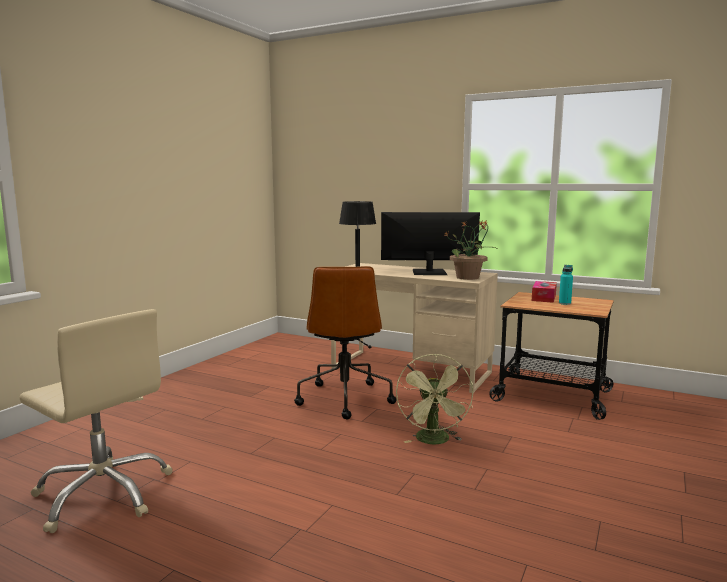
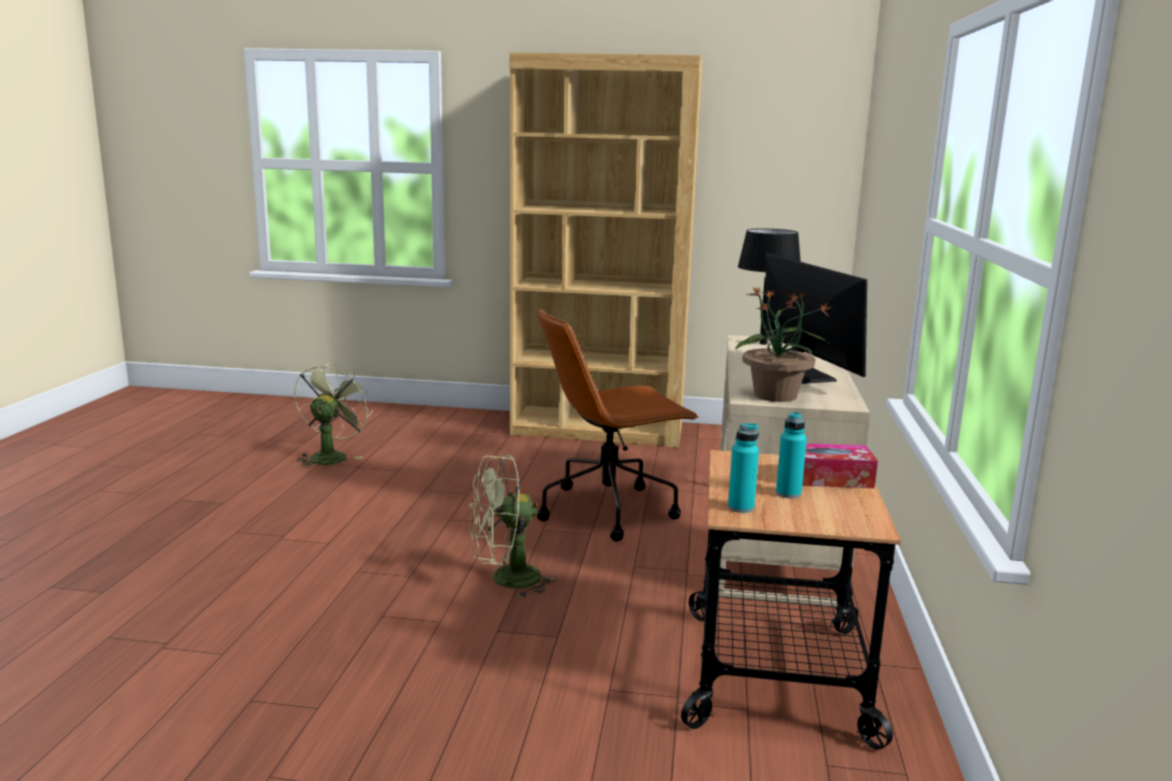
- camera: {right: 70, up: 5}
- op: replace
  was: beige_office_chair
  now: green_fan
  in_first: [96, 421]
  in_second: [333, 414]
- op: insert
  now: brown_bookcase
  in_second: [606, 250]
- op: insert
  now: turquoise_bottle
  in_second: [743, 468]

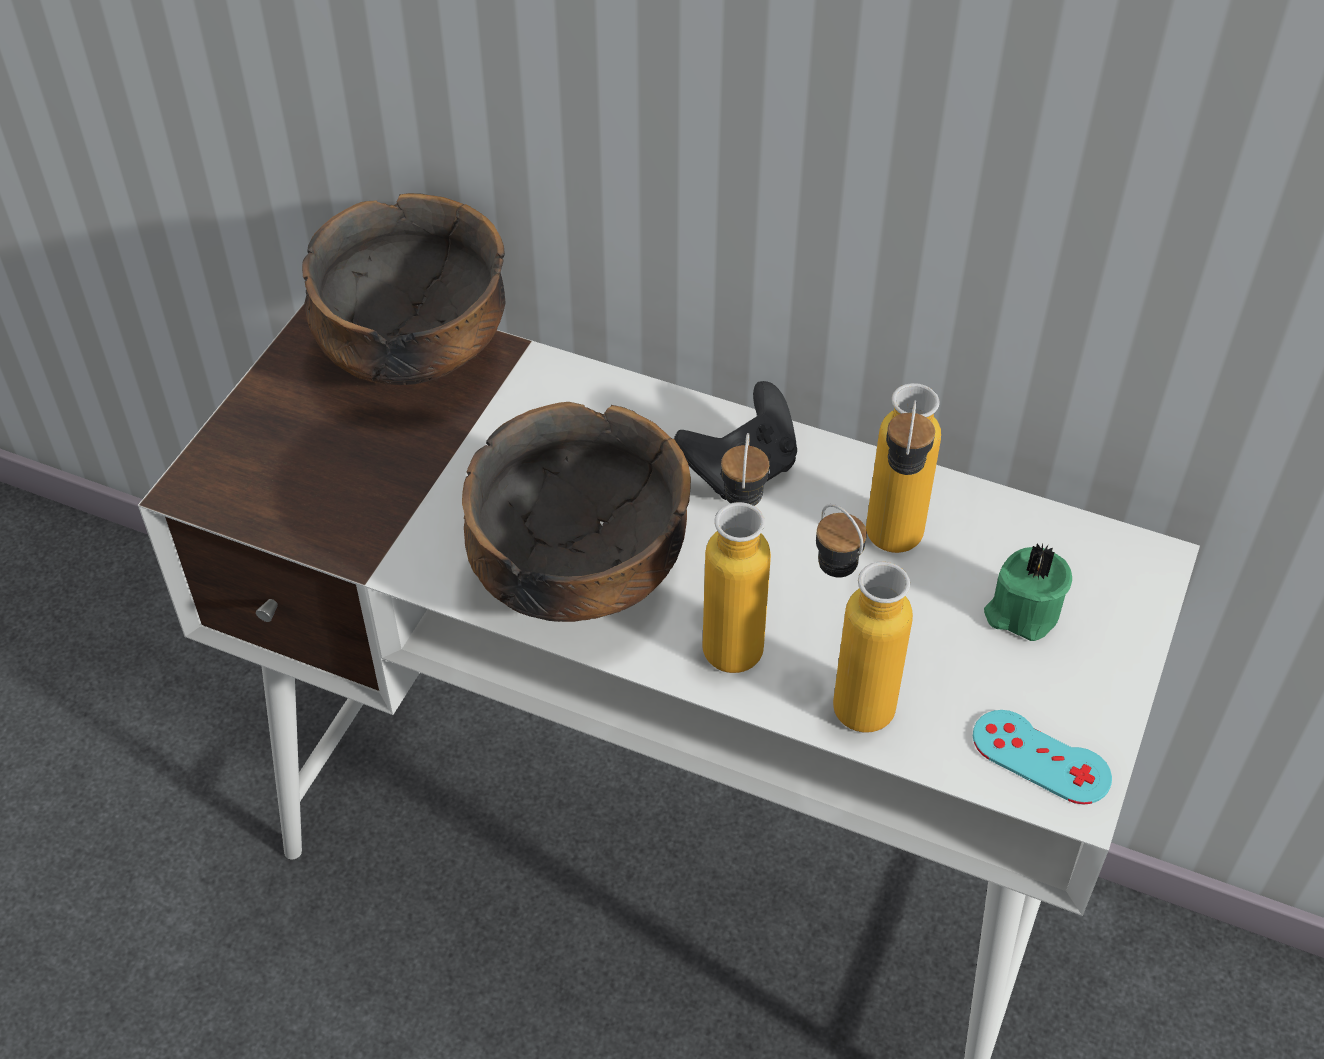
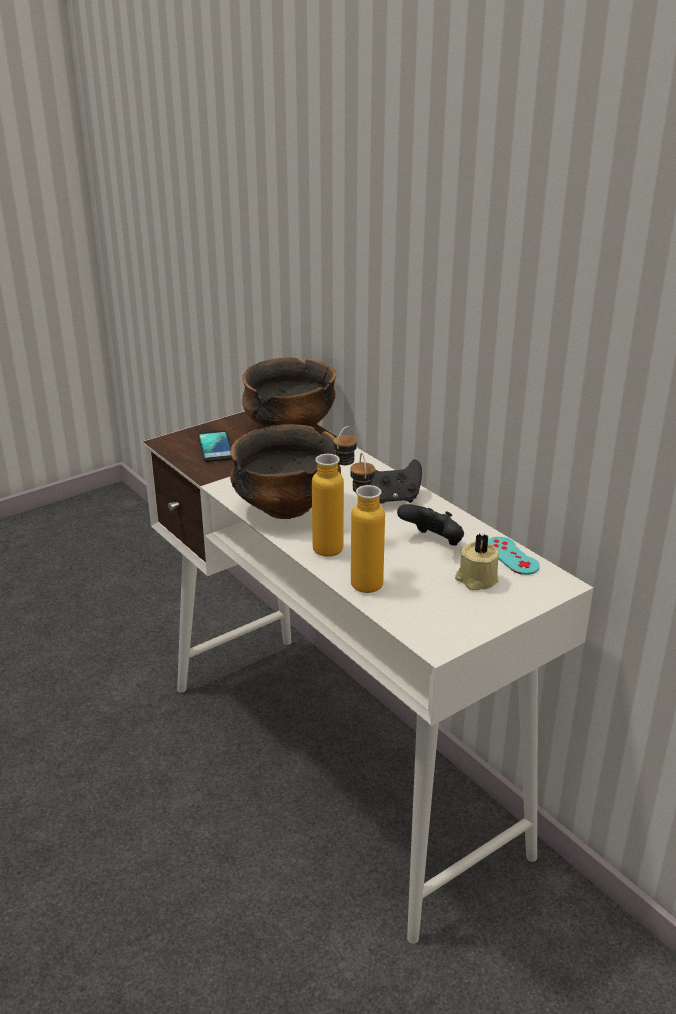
- camera: {right: 30, up: -20}
- op: replace
  was: bottle
  now: black_game_controller
  in_first: [903, 468]
  in_second: [430, 525]
- op: recolor
  was: green_candle
  now: beige_candle
  in_first: [1028, 592]
  in_second: [477, 562]
- op: move
  was: turquoise_game_controller
  in_first: [1042, 757]
  in_second: [514, 556]
- op: insert
  now: phone
  in_second: [215, 446]

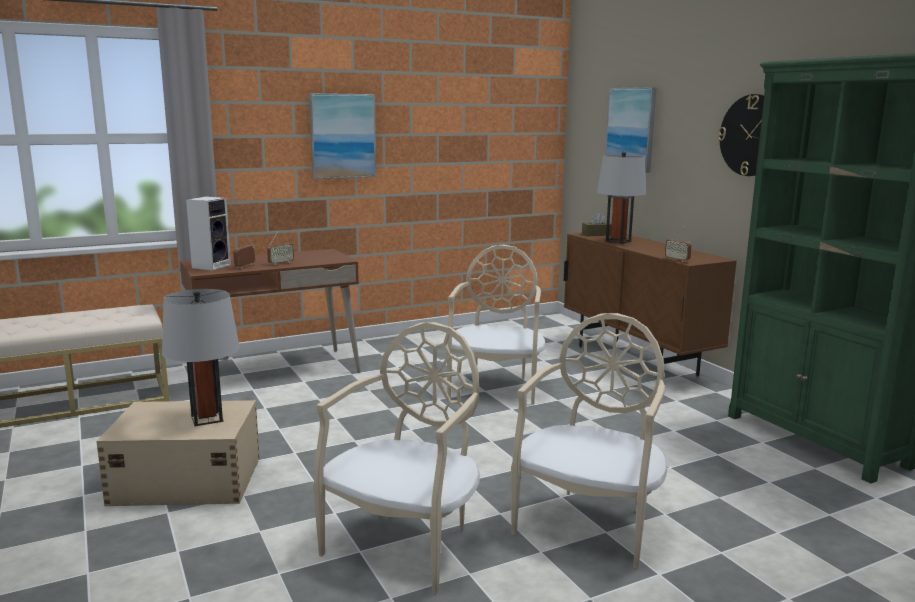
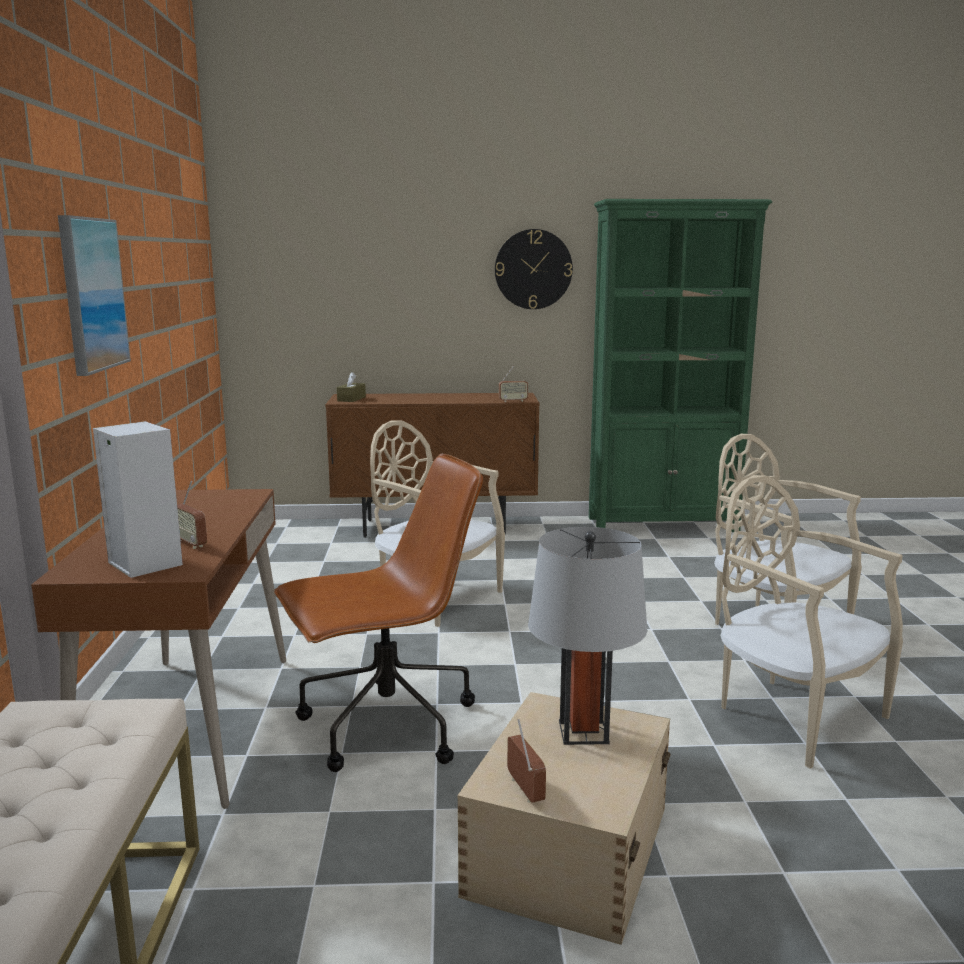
- camera: {right: -65, up: 0}
- op: delete
  was: picture
  in_first: [631, 130]
- op: delete
  was: grey_table_lamp
  in_first: [621, 197]
- op: move
  was: radio
  in_first: [280, 247]
  in_second: [526, 761]
- op: insert
  now: brown_office_chair
  in_second: [378, 613]

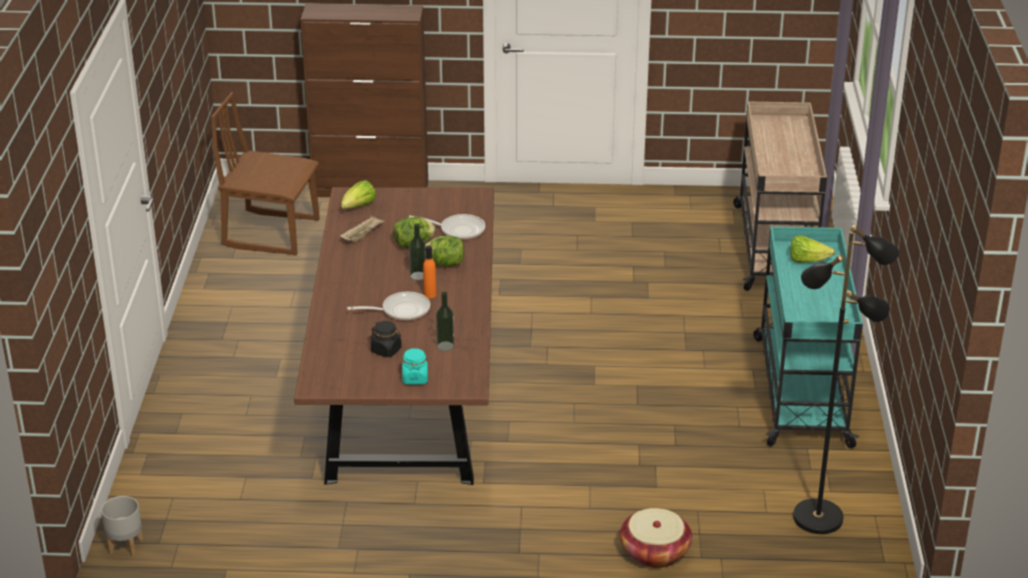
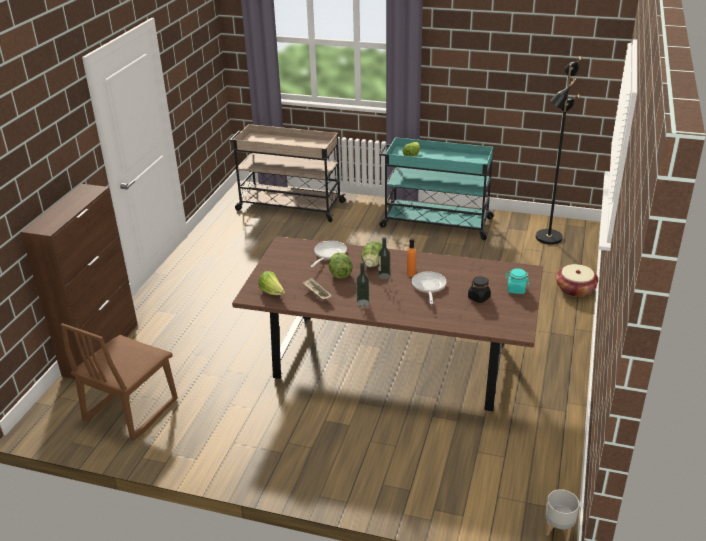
- camera: {right: -75, up: 0}
- op: move
  was: bottle
  in_first: [445, 321]
  in_second: [362, 285]

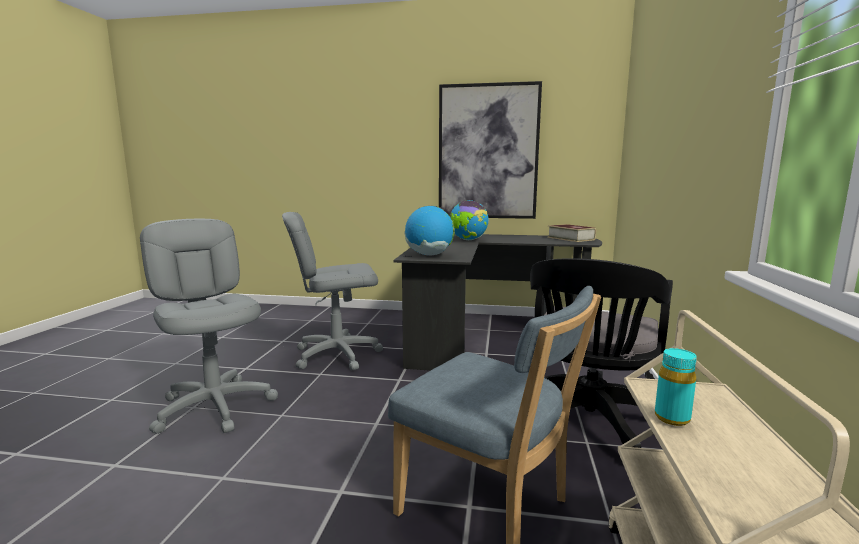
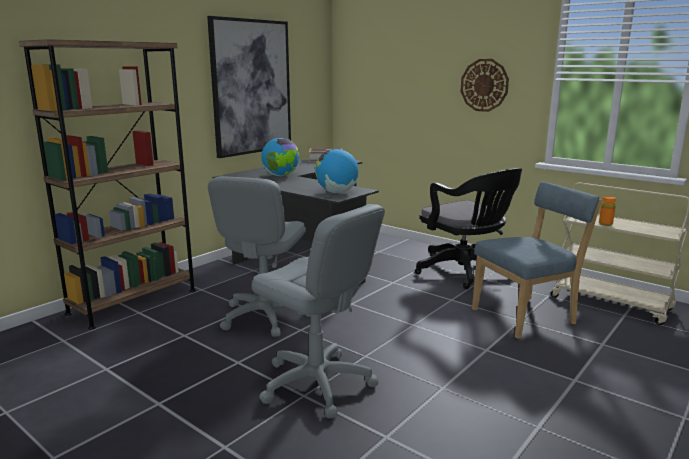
- camera: {right: -60, up: 5}
- op: rotate
  was: grey_office_chair
  in_first: [209, 326]
  in_second: [318, 311]
  clockwise: -135
- op: recolor
  was: turquoise_bottle
  now: orange_bottle
  in_first: [676, 387]
  in_second: [607, 211]
- op: insert
  now: brown_bookcase
  in_second: [107, 184]
- op: insert
  now: wall_clock
  in_second: [485, 85]

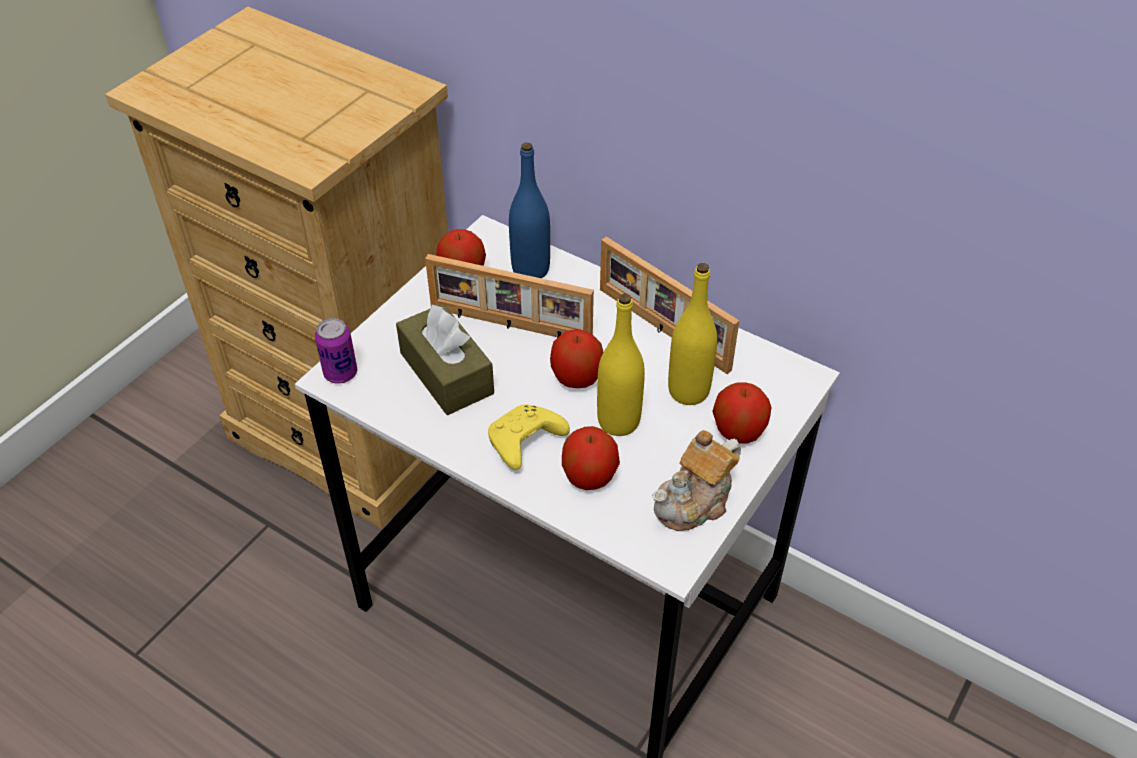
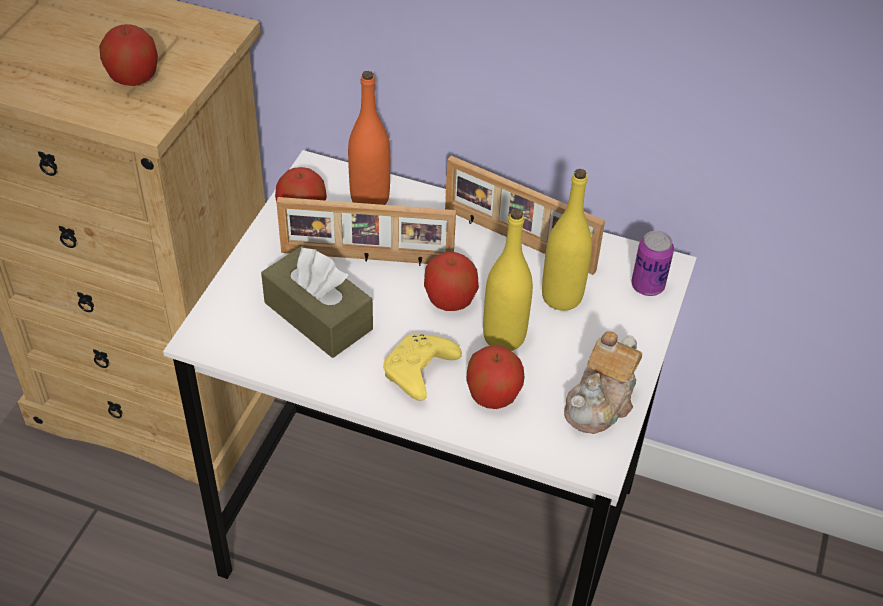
- camera: {right: -15, up: 0}
- op: recolor
  was: blue_bottle
  now: orange_bottle
  in_first: [529, 210]
  in_second: [369, 138]
- op: move
  was: can
  in_first: [336, 351]
  in_second: [652, 263]
- op: move
  was: apple
  in_first: [741, 413]
  in_second: [128, 55]

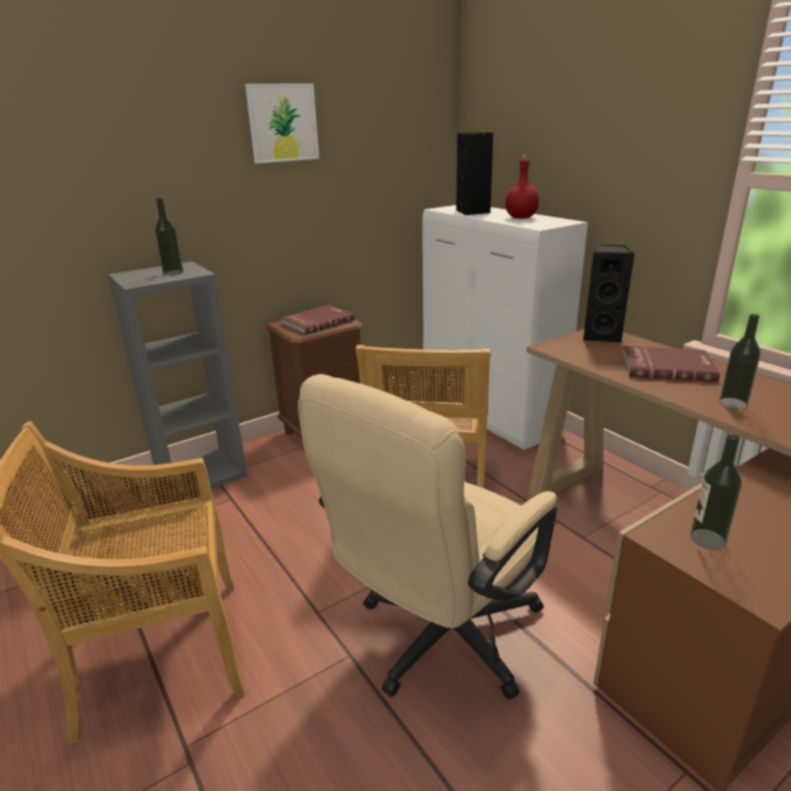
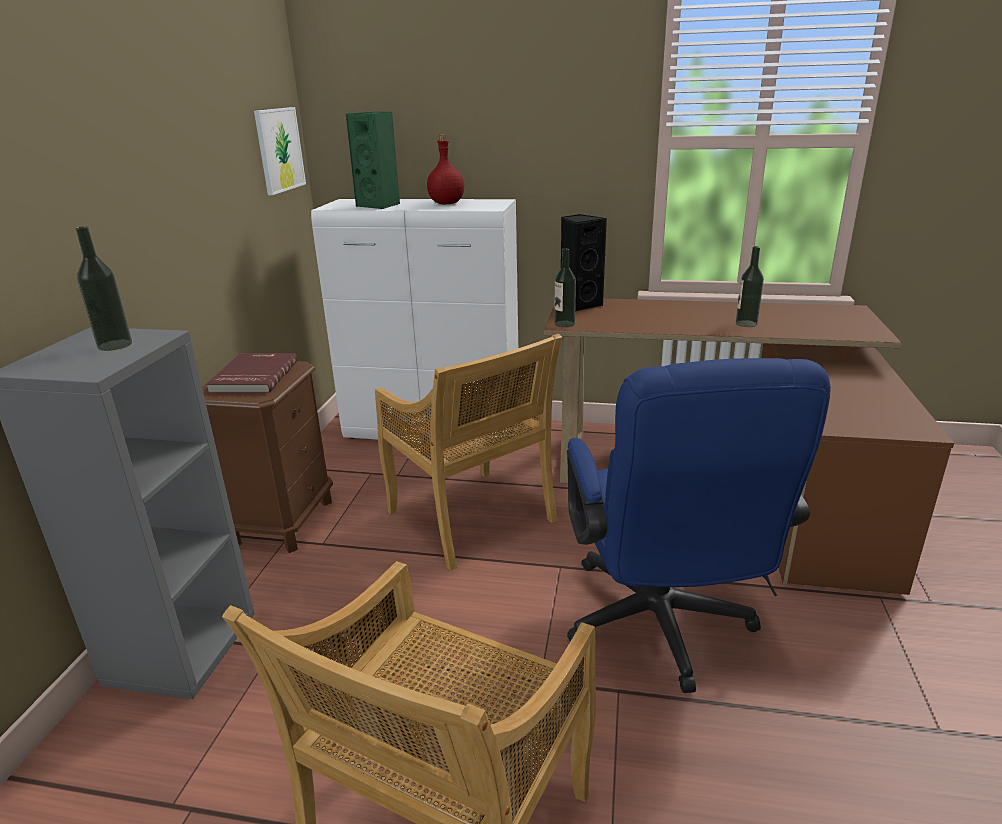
- camera: {right: -45, up: 0}
- op: move
  was: picture
  in_first: [282, 123]
  in_second: [280, 151]
- op: recolor
  was: black_speaker
  now: green_speaker
  in_first: [474, 173]
  in_second: [373, 160]
- op: delete
  was: red_book
  in_first: [671, 364]
- op: recolor
  was: beige_office_chair
  now: blue_office_chair
  in_first: [427, 537]
  in_second: [699, 525]
- op: move
  was: bottle
  in_first: [716, 492]
  in_second: [565, 287]

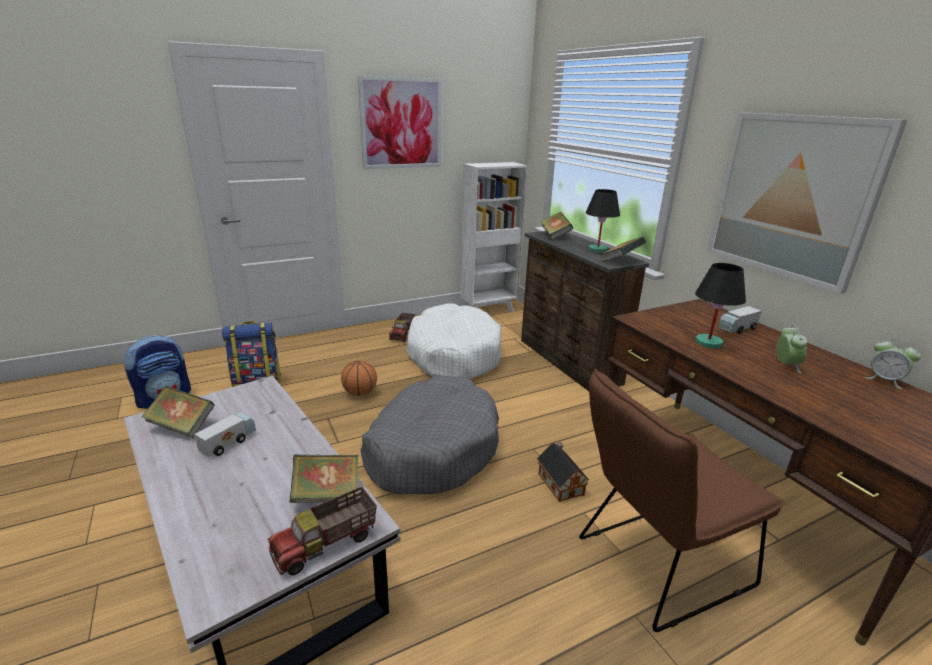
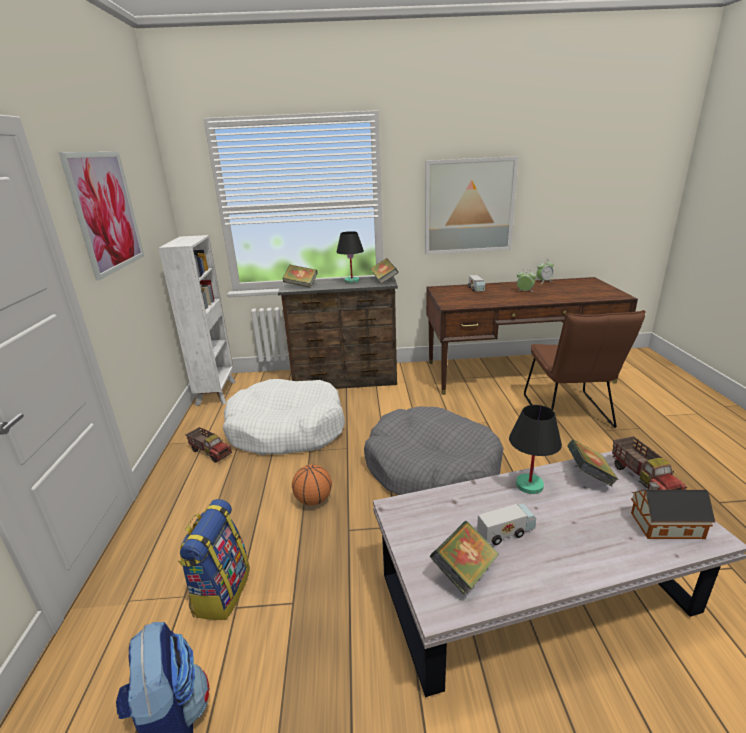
- camera: {right: -65, up: 0}
- op: move
  was: black_table_lamp
  in_first: [720, 305]
  in_second: [535, 449]
- op: rotate
  was: toy_truck
  in_first: [225, 434]
  in_second: [506, 524]
  clockwise: 105
- op: move
  was: toy_house
  in_first: [563, 472]
  in_second: [673, 510]

